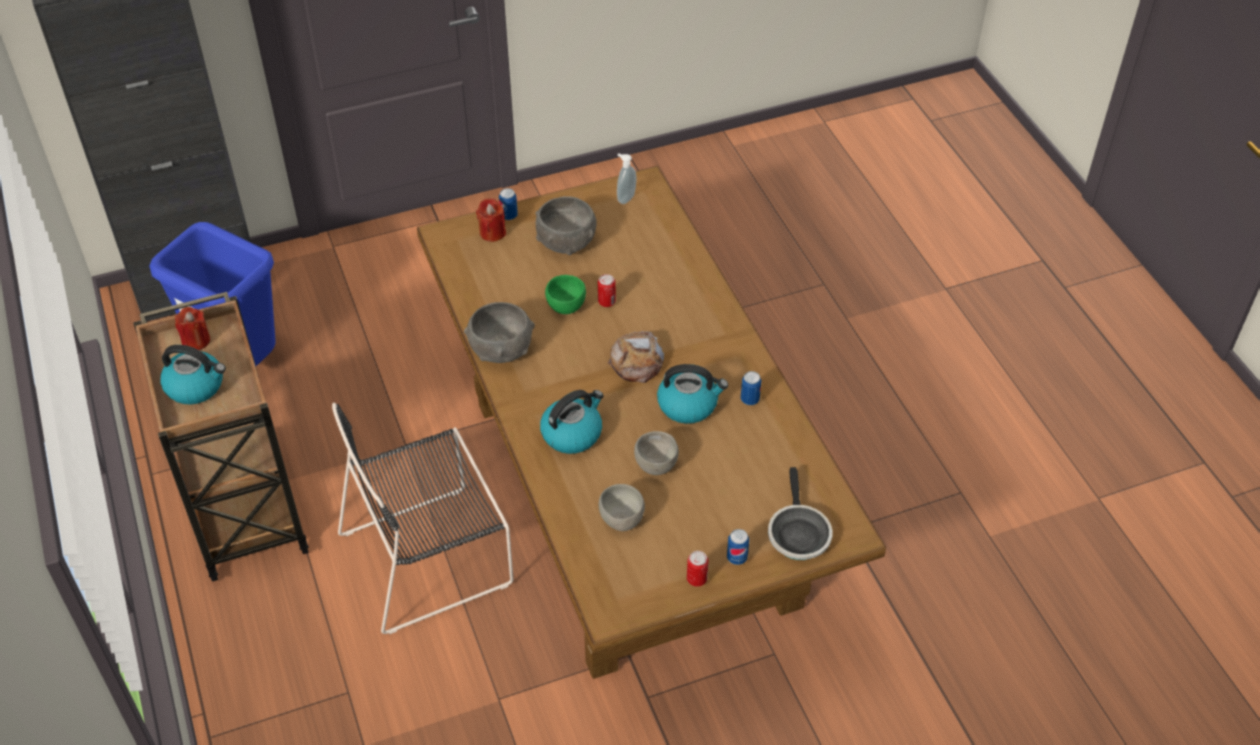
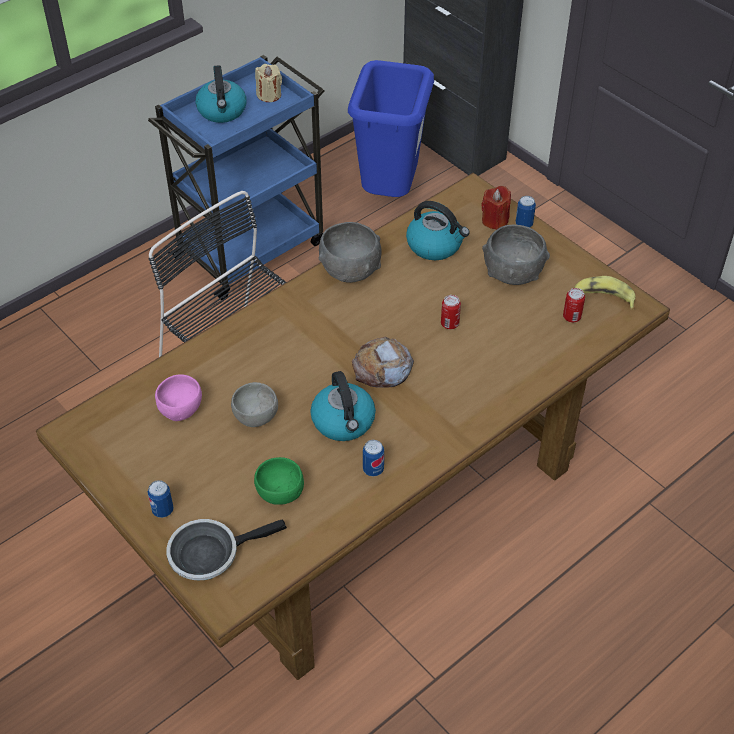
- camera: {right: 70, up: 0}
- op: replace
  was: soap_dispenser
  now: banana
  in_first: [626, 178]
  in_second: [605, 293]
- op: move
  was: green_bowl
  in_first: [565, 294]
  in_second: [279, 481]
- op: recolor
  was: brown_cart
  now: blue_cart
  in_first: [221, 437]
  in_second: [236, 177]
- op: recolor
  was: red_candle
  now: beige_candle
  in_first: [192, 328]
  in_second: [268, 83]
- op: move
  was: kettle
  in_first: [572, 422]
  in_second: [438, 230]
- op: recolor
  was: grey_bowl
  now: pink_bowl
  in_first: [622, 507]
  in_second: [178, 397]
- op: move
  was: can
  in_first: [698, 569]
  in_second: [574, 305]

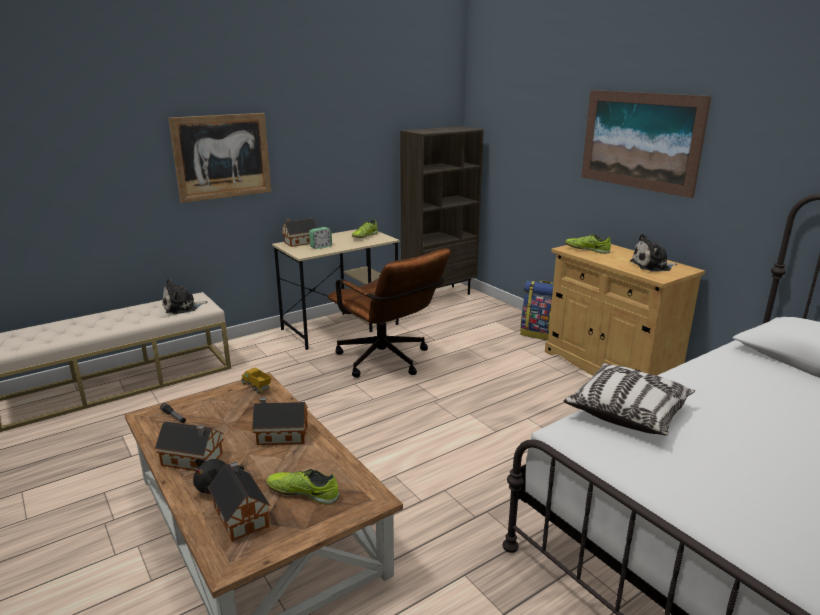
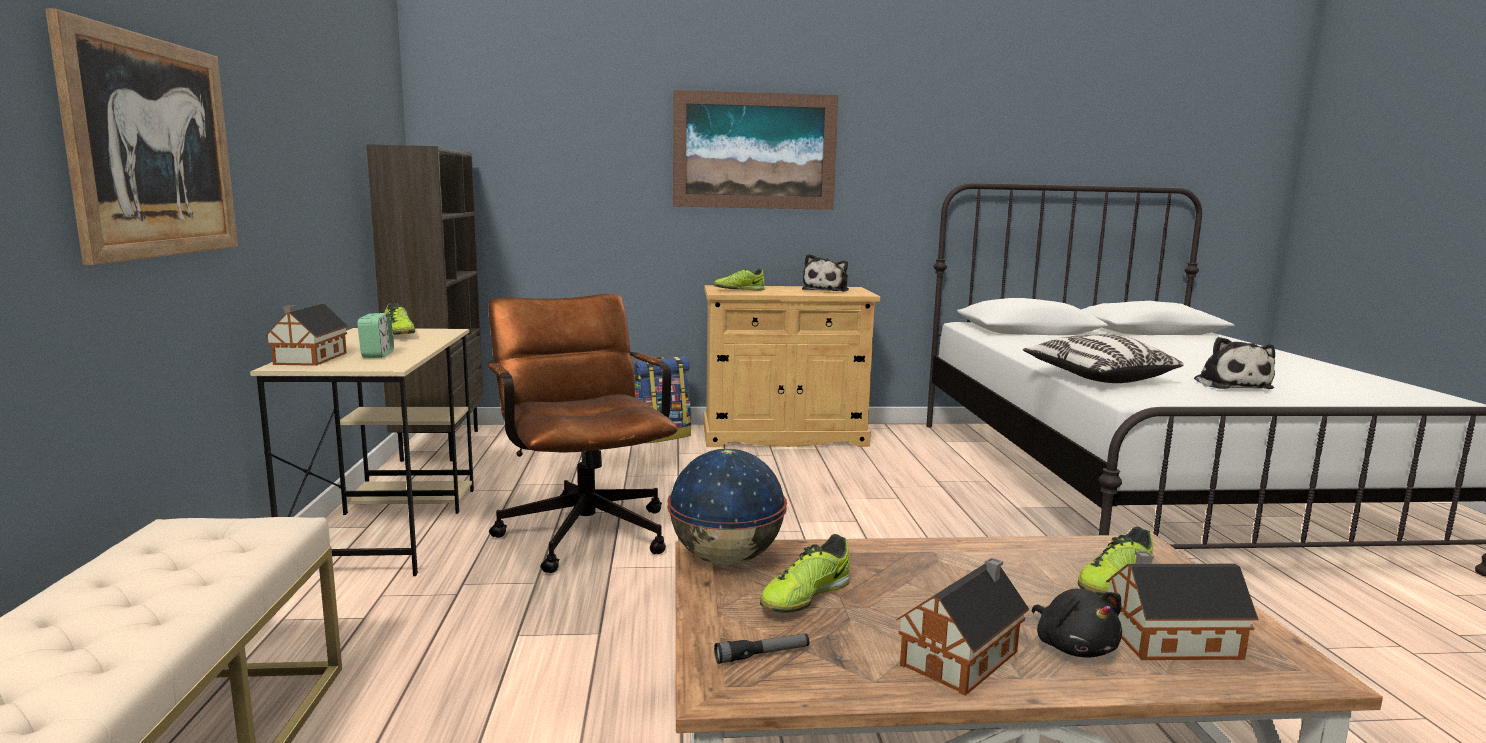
- camera: {right: -60, up: -10}
- op: rotate
  was: brown_office_chair
  in_first: [388, 313]
  in_second: [582, 433]
  clockwise: -105
- op: move
  was: plush_toy
  in_first: [185, 296]
  in_second: [1234, 363]
- op: replace
  was: toy_truck
  now: globe
  in_first: [256, 380]
  in_second: [727, 507]
- op: delete
  was: toy_house
  in_first: [280, 421]
- op: insert
  now: shoe
  in_second: [805, 573]

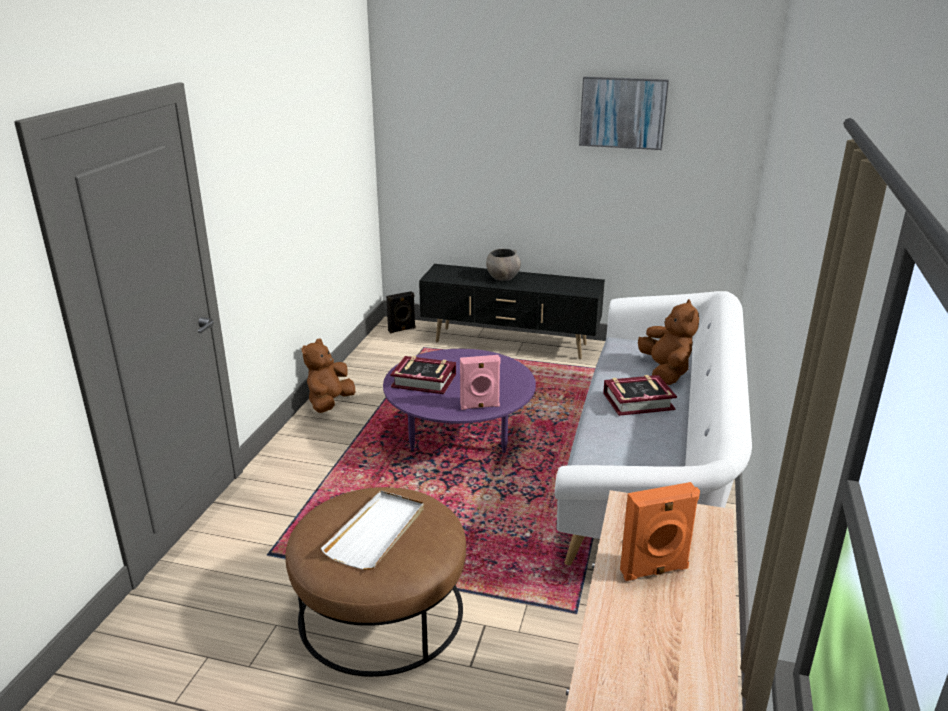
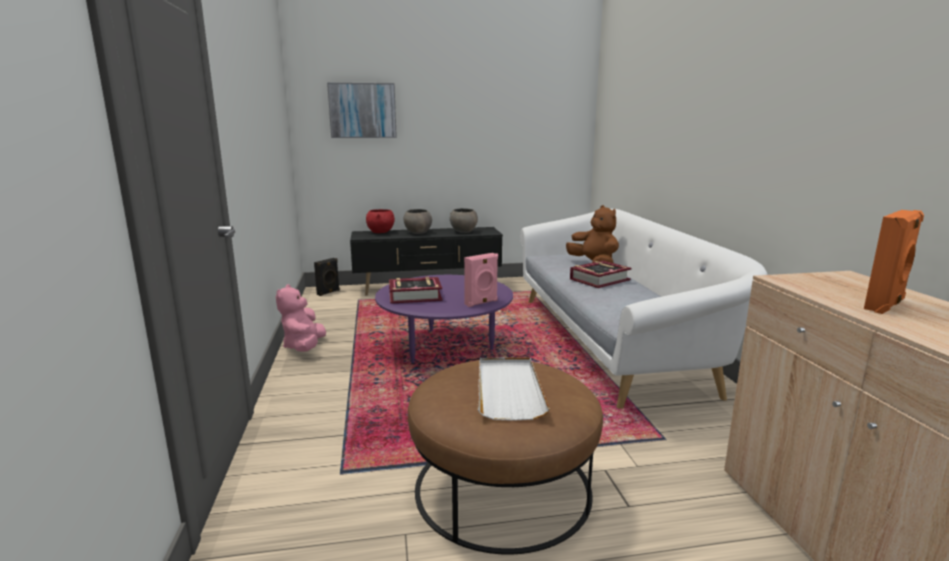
- camera: {right: -25, up: -10}
- op: move
  was: picture
  in_first: [624, 113]
  in_second: [362, 110]
- op: recolor
  was: brown_plush_toy
  now: pink_plush_toy
  in_first: [328, 375]
  in_second: [301, 318]
- op: insert
  now: grey_bowl
  in_second: [464, 220]
- op: insert
  now: red_bowl
  in_second: [380, 221]

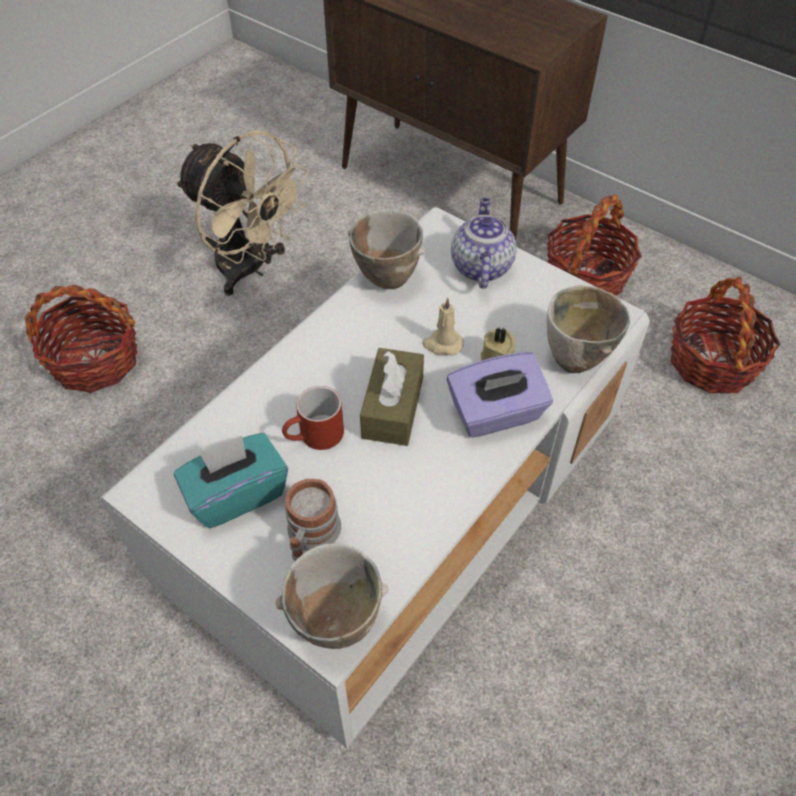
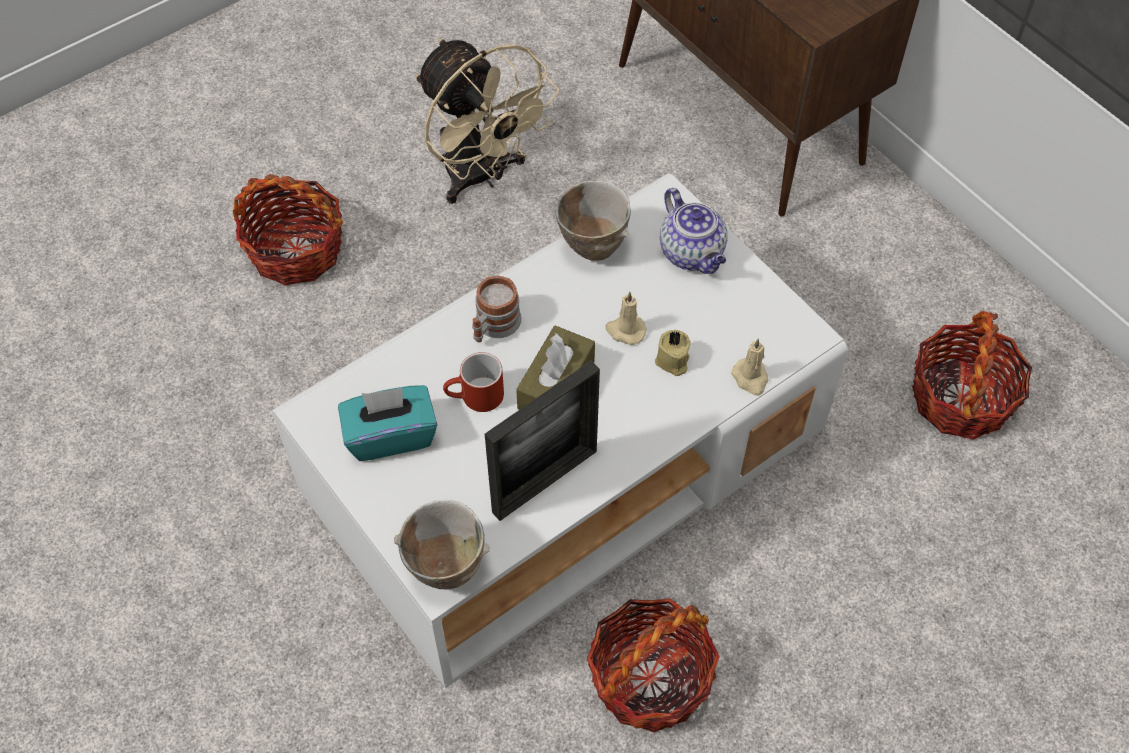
- camera: {right: 15, up: 5}
- op: move
  was: basket
  in_first: [594, 245]
  in_second: [653, 665]
- op: rotate
  was: teapot
  in_first: [484, 243]
  in_second: [694, 231]
  clockwise: 135
- op: replace
  was: bowl
  now: beige_candle
  in_first: [588, 329]
  in_second: [750, 367]
- op: delete
  was: purple_tissue_box
  in_first: [500, 395]
- op: move
  was: mug
  in_first: [313, 519]
  in_second: [497, 309]
- op: insert
  now: picture_frame
  in_second: [542, 441]

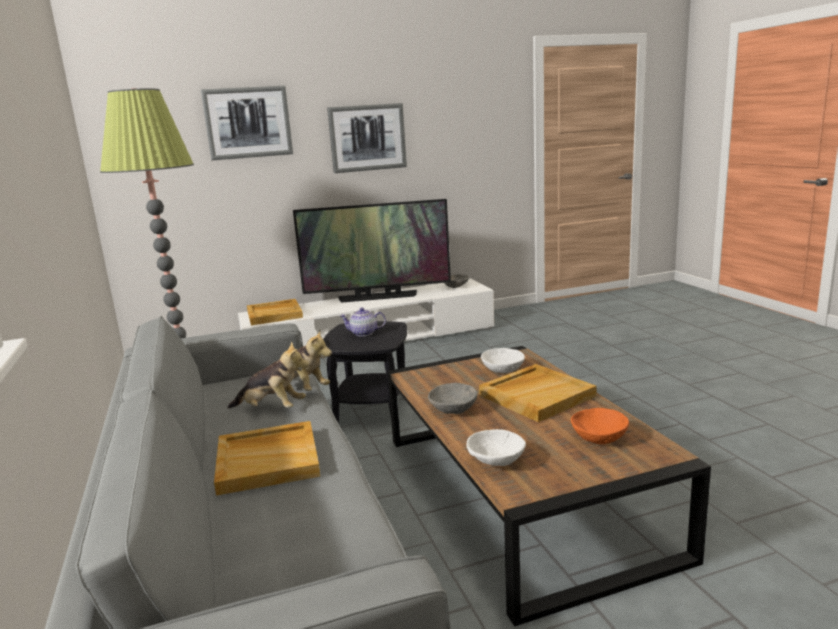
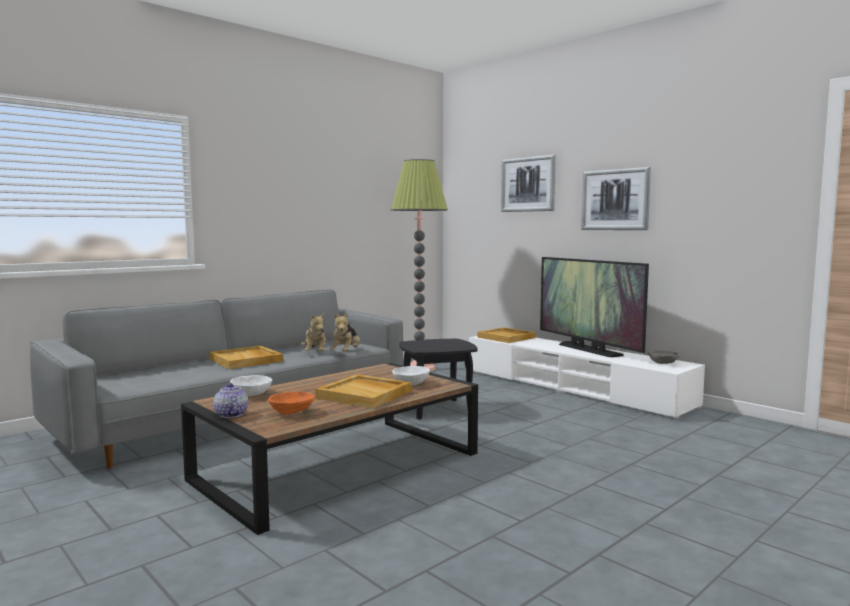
- camera: {right: 65, up: -10}
- op: move
  was: teapot
  in_first: [363, 322]
  in_second: [230, 400]
- op: delete
  was: grey_bowl
  in_first: [453, 398]

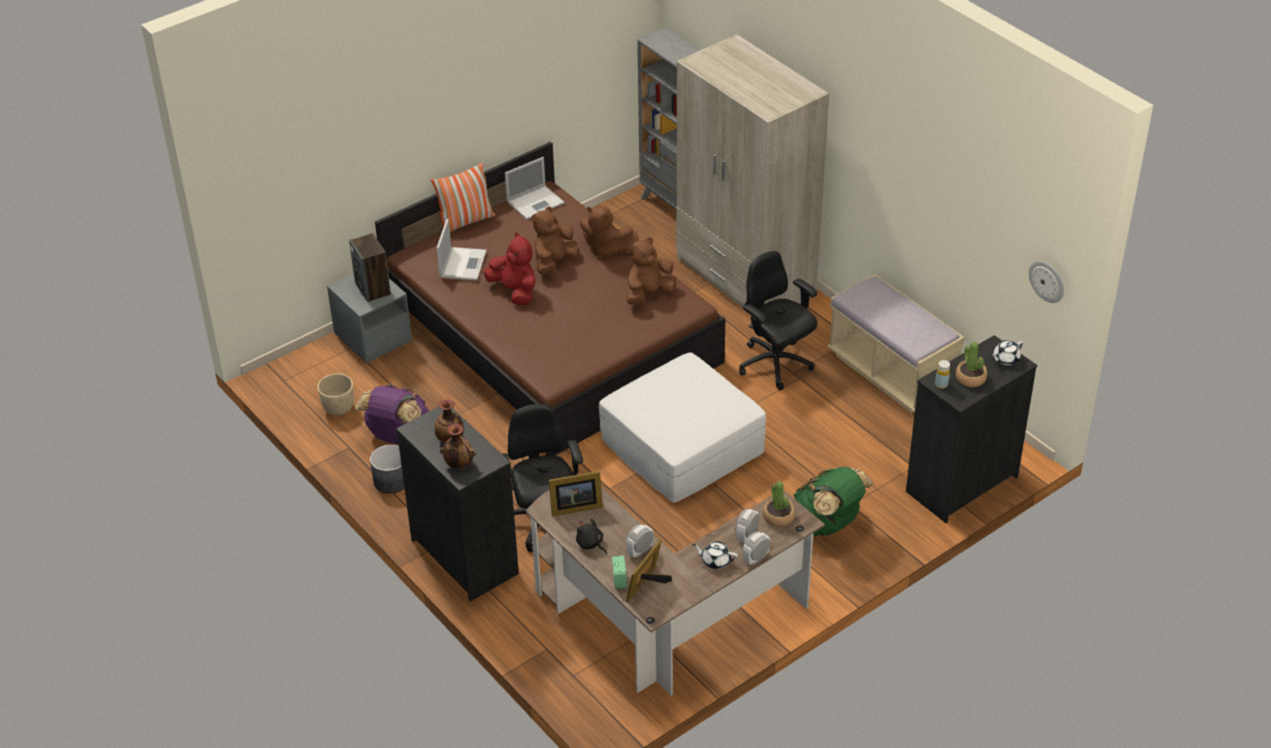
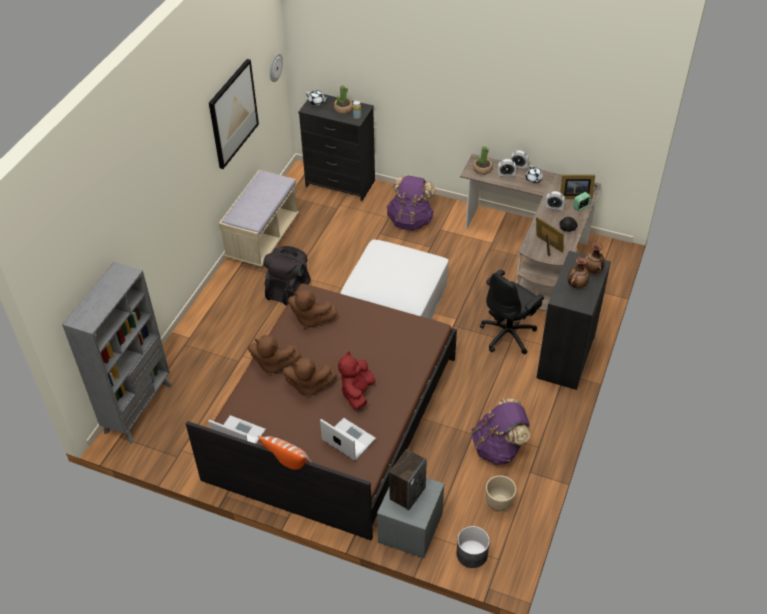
- camera: {right: -120, up: 5}
- op: delete
  was: beige_wardrobe
  in_first: [752, 171]
- op: rotate
  was: brown_plush_toy
  in_first: [609, 232]
  in_second: [274, 355]
  clockwise: 105
- op: rotate
  was: laptop
  in_first: [461, 250]
  in_second: [348, 439]
  clockwise: 60
- op: replace
  was: black_office_chair
  now: black_backpack
  in_first: [778, 320]
  in_second: [287, 276]
- op: move
  was: grey_planter
  in_first: [387, 469]
  in_second: [473, 547]
- op: recolor
  was: green_backpack
  now: purple_backpack
  in_first: [834, 501]
  in_second: [411, 203]
- op: insert
  now: picture
  in_second: [234, 114]

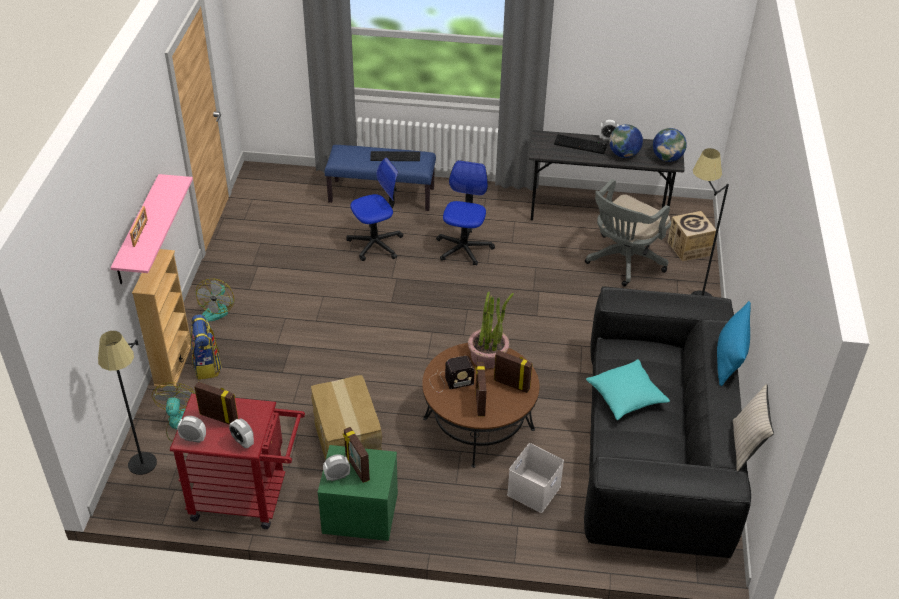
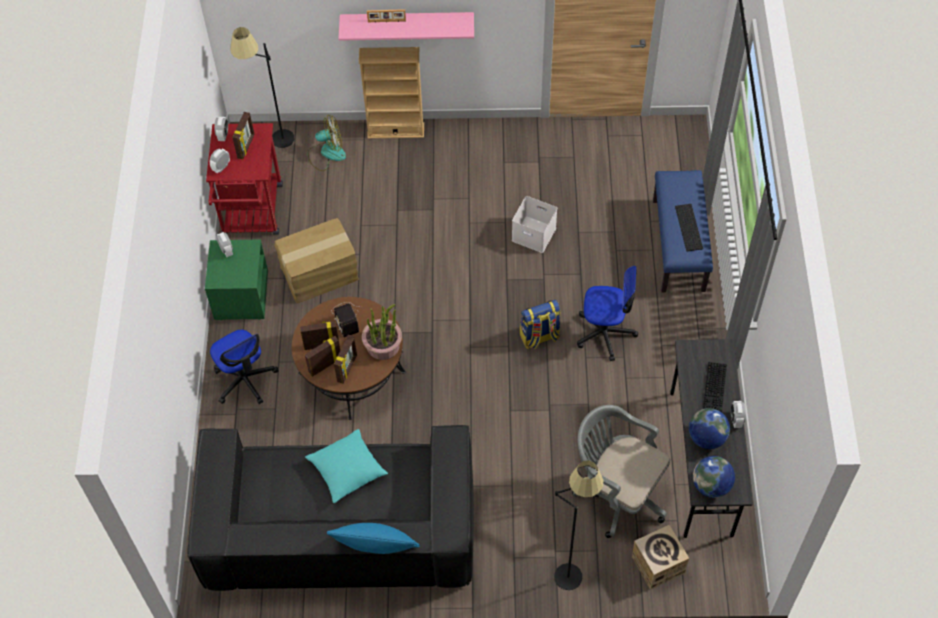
- camera: {right: 85, up: 15}
- op: move
  was: office_chair
  in_first: [374, 209]
  in_second: [244, 367]
- op: delete
  was: fan
  in_first: [215, 300]
- op: move
  was: backpack
  in_first: [206, 347]
  in_second: [540, 324]
- op: delete
  was: beige_pillow
  in_first: [753, 428]
- op: move
  was: picture_frame
  in_first: [356, 455]
  in_second: [322, 356]
- op: move
  was: white_storage_box
  in_first: [535, 478]
  in_second: [534, 224]

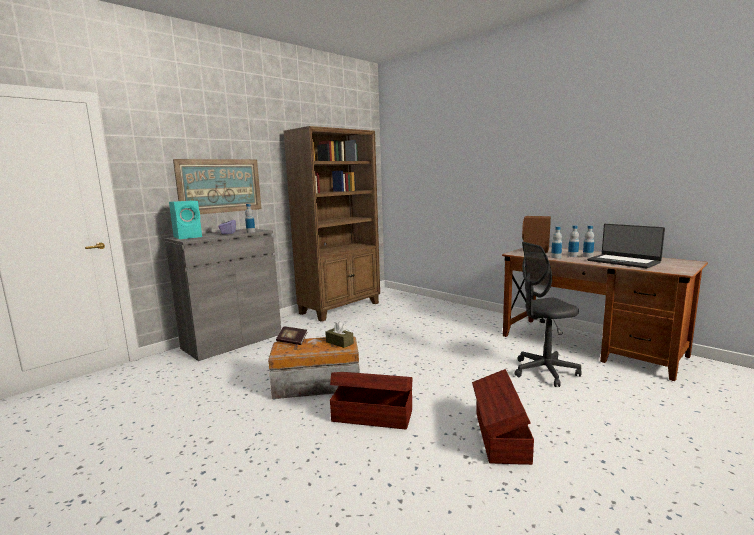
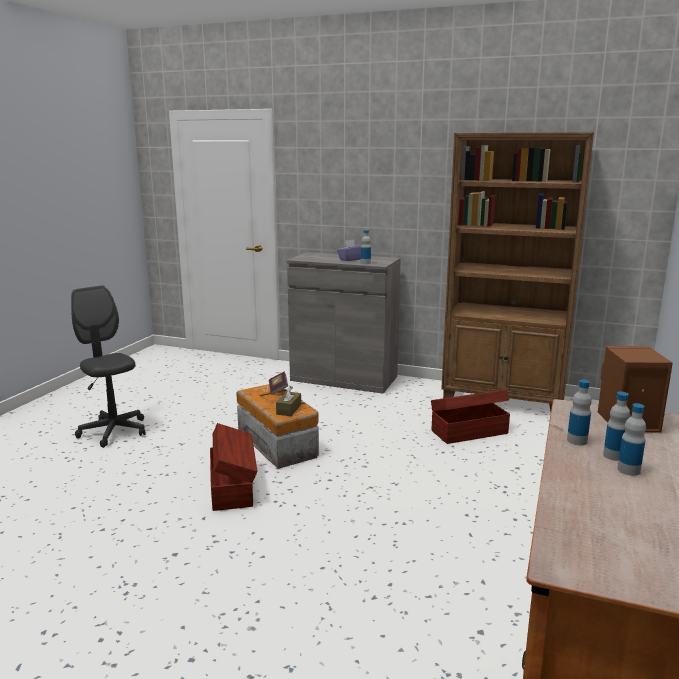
- camera: {right: 65, up: 5}
- op: delete
  was: picture
  in_first: [217, 186]
- op: delete
  was: turquoise_speaker
  in_first: [185, 220]
- op: delete
  was: laptop
  in_first: [626, 246]
- op: move
  was: grey_office_chair
  in_first: [548, 314]
  in_second: [108, 366]
- op: move
  was: brown_storage_box
  in_first: [503, 417]
  in_second: [470, 417]

